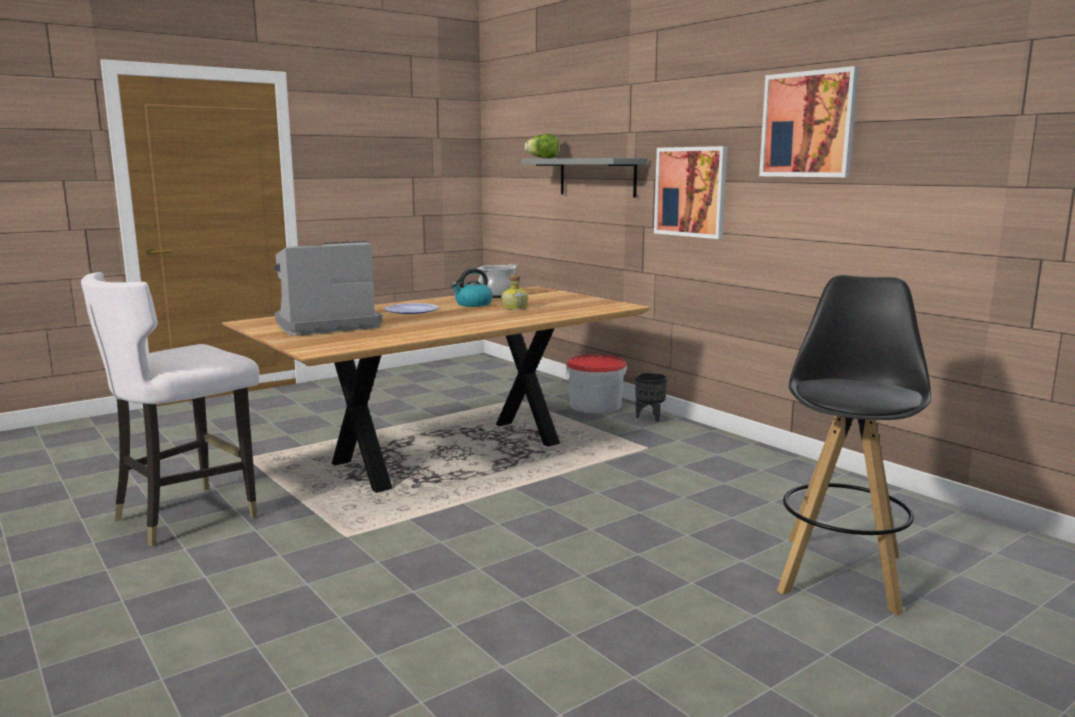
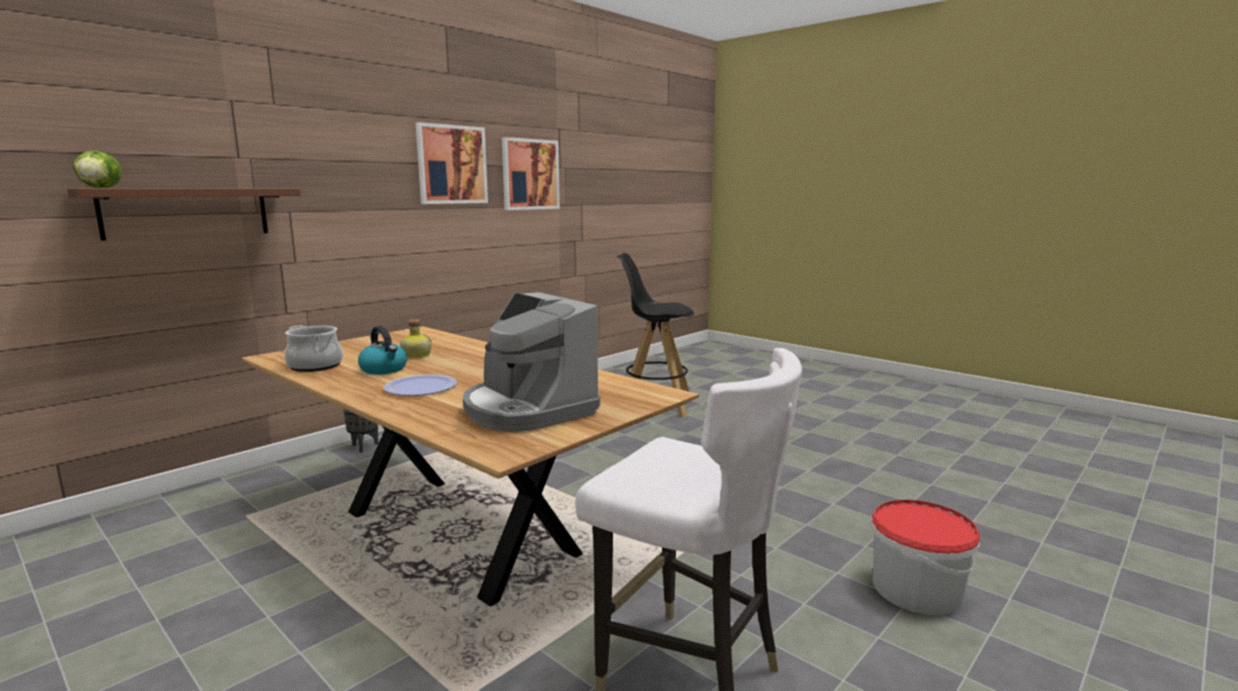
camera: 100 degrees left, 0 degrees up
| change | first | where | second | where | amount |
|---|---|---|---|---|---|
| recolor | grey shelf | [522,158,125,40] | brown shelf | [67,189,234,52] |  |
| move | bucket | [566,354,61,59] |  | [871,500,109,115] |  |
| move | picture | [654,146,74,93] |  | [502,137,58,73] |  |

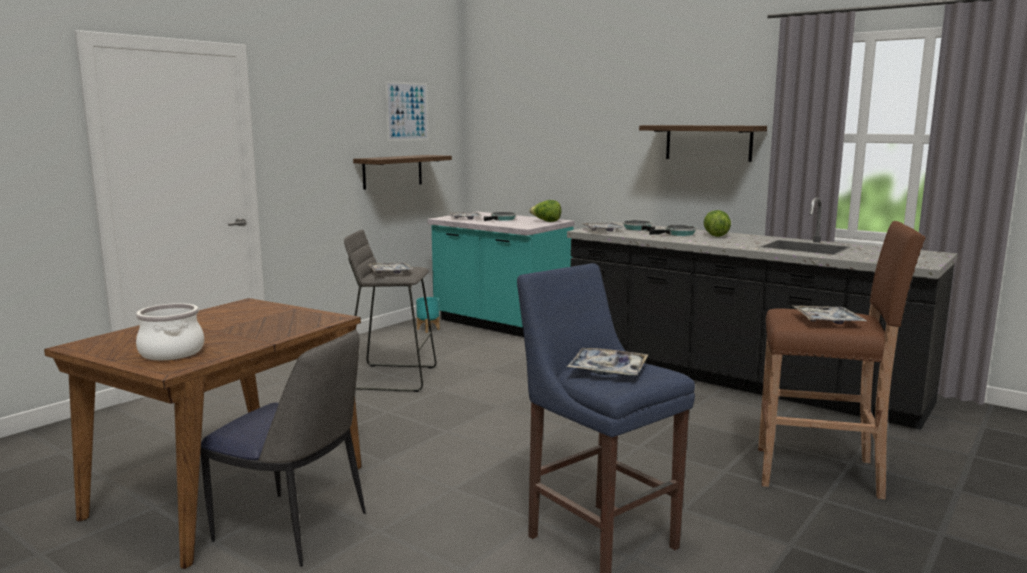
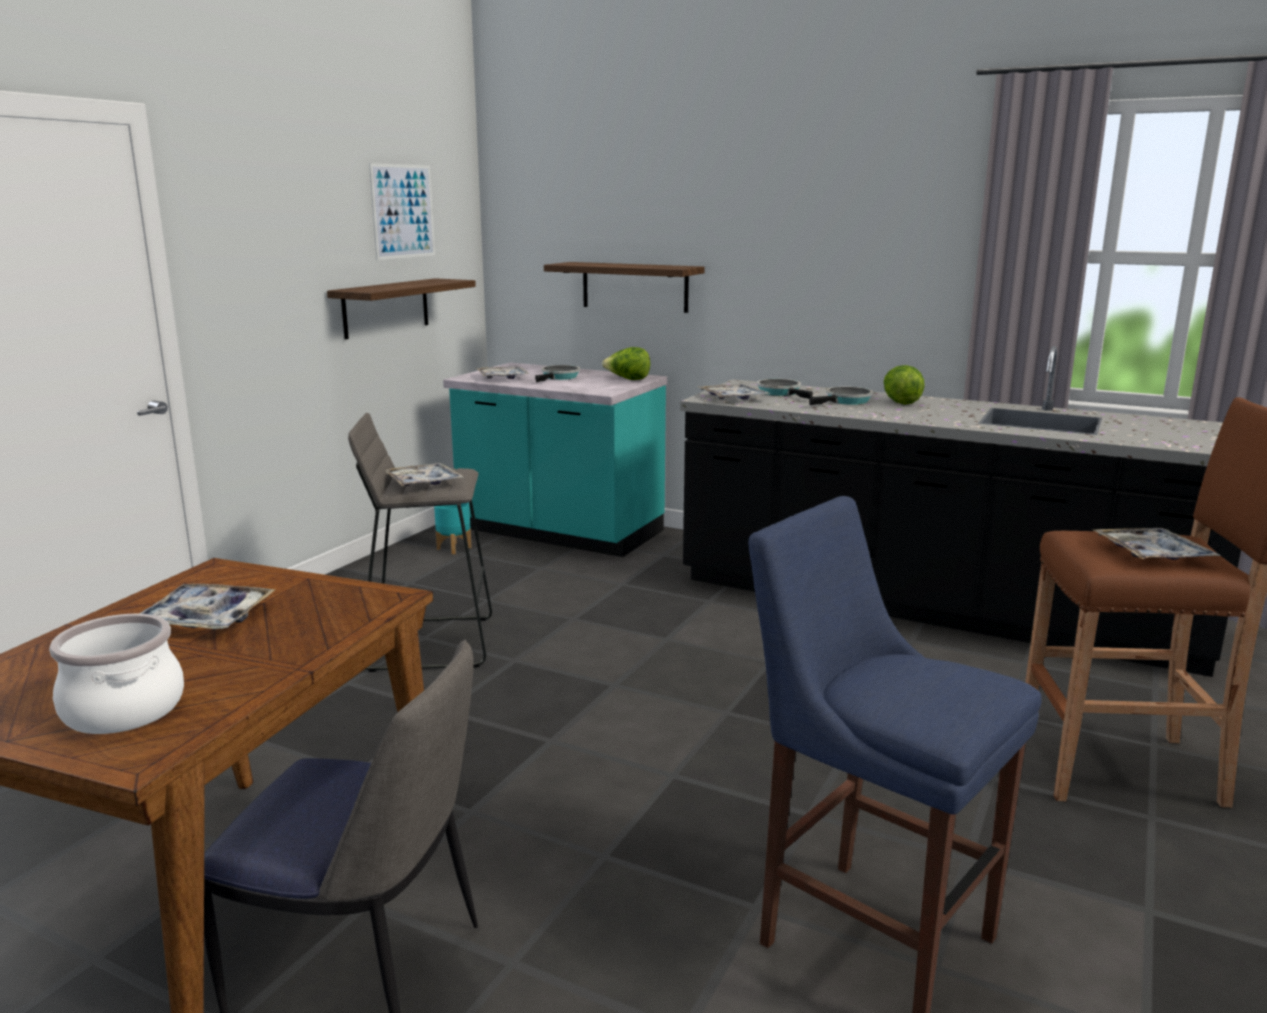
camera: 10 degrees left, 5 degrees up
| change | first | where | second | where | amount |
|---|---|---|---|---|---|
| move | tray | [567,348,82,28] |  | [139,584,137,45] |  |
| move | shelf | [639,125,128,37] |  | [544,262,161,51] |  |

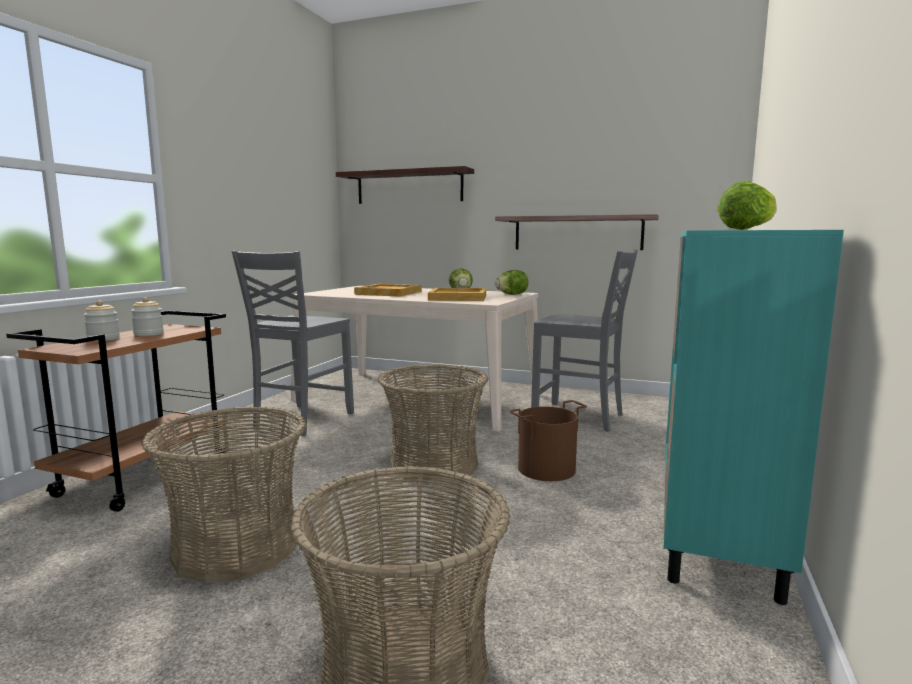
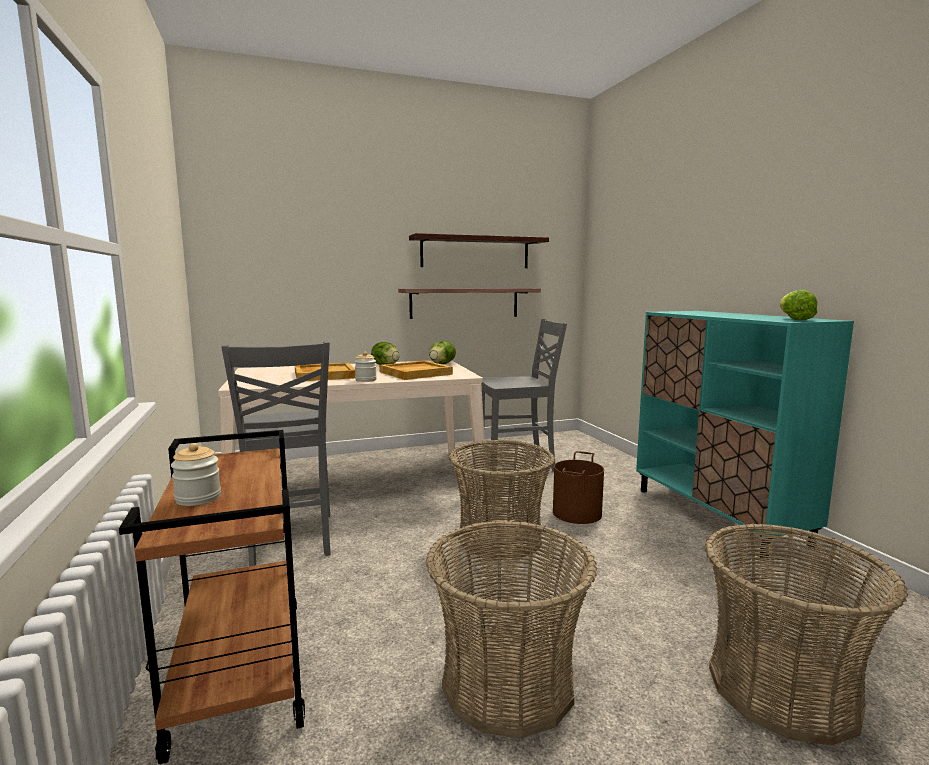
camera: 40 degrees left, 0 degrees up
| change | first | where | second | where | amount |
|---|---|---|---|---|---|
| move | jar | [131,297,33,39] |  | [354,352,23,30] |  |
| move | shelf | [336,166,138,38] |  | [409,233,140,35] |  |

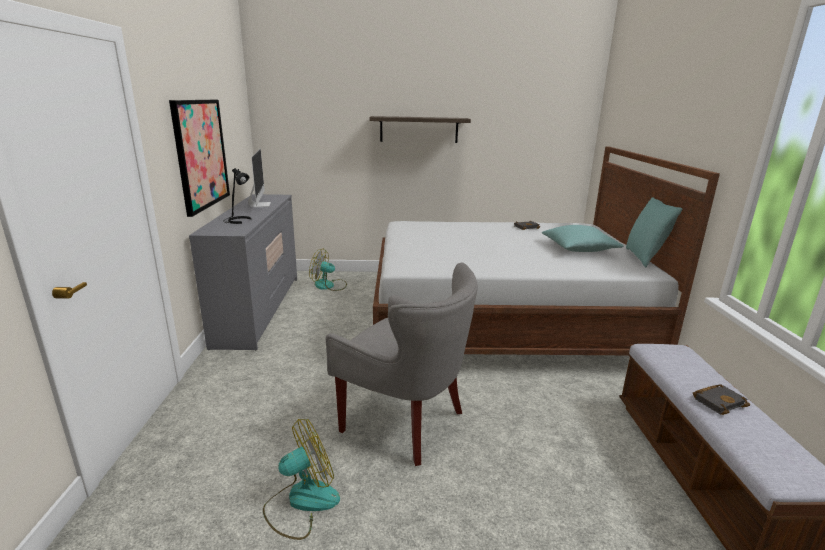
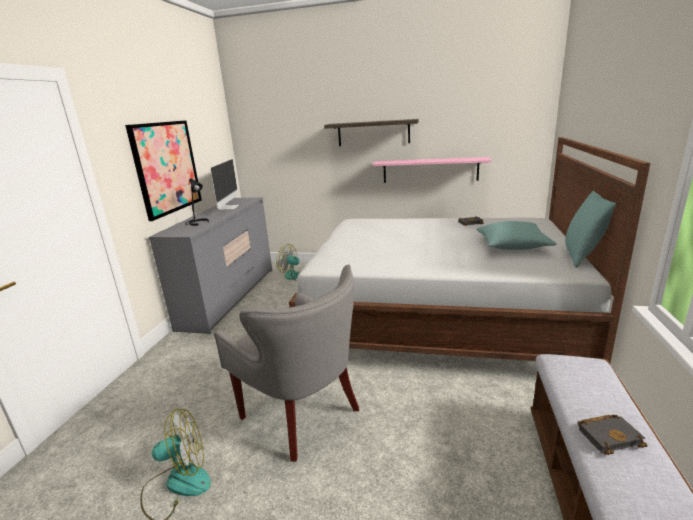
camera: 15 degrees right, 0 degrees up
| change | first | where | second | where | amount |
|---|---|---|---|---|---|
| insert |  |  | pink shelf | [372,157,119,26] |  |

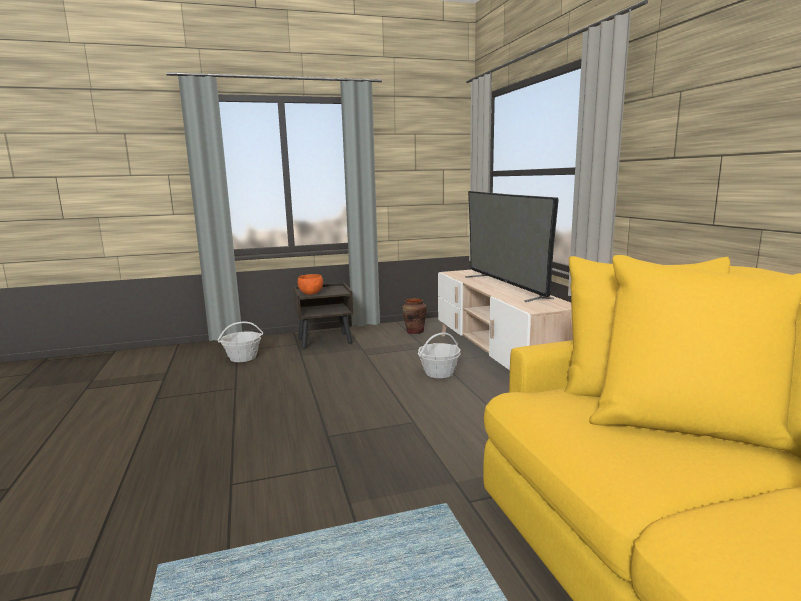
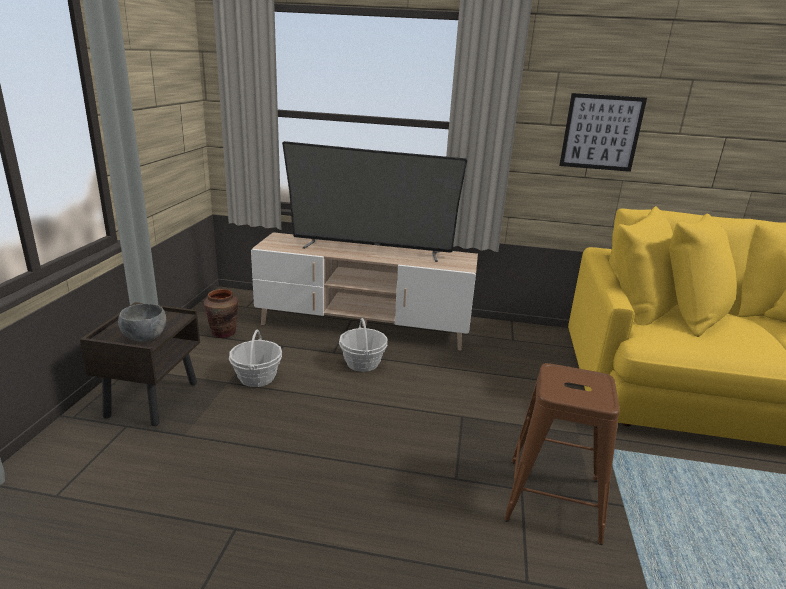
camera: 65 degrees left, 10 degrees up
| change | first | where | second | where | amount |
|---|---|---|---|---|---|
| move | basket | [218,322,45,40] |  | [229,329,53,58] |  |
| recolor | orange bowl | [298,274,25,21] | grey bowl | [118,303,48,39] |  |
| insert |  |  | brown stool | [504,363,116,182] |  |
| insert |  |  | picture | [559,93,88,79] |  |

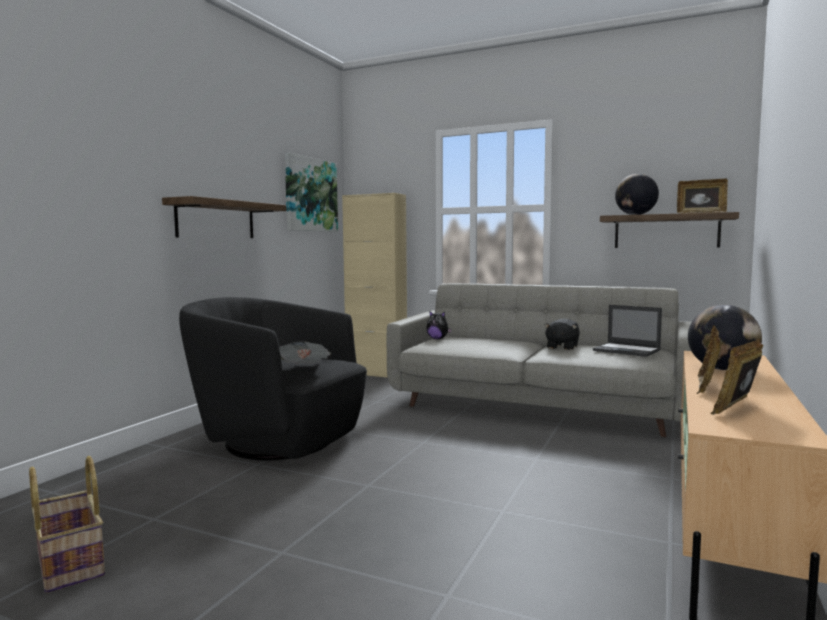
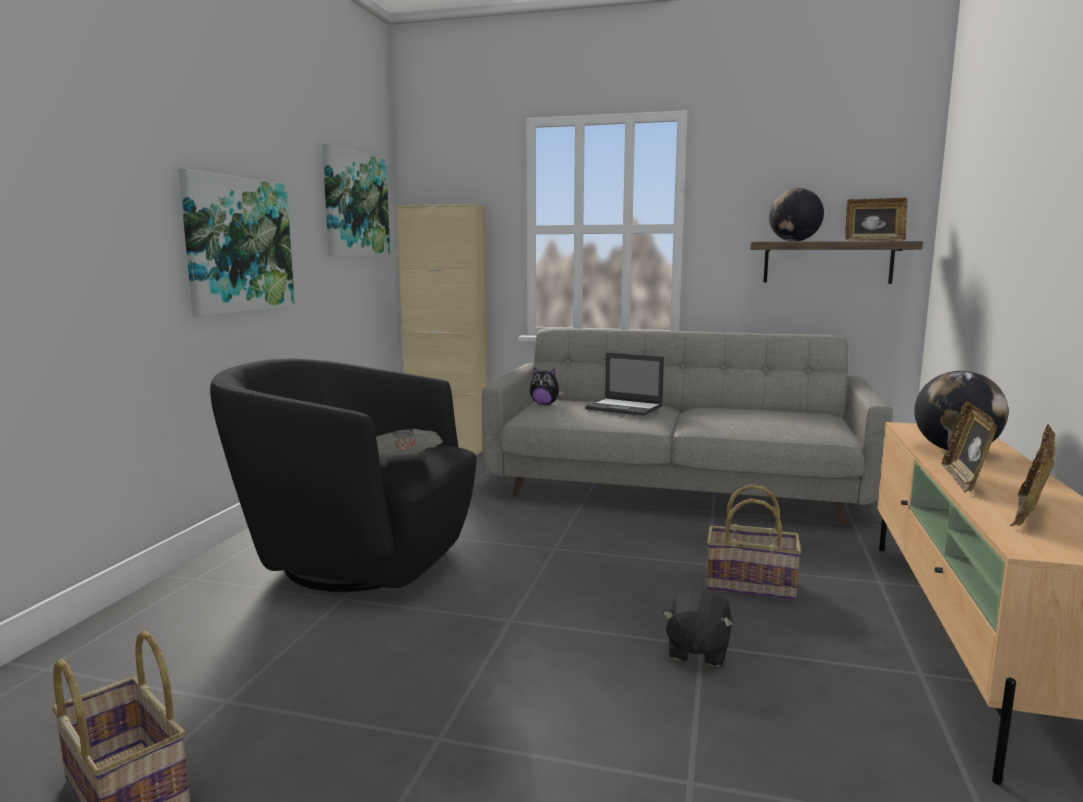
camera: 10 degrees left, 5 degrees up
| change | first | where | second | where | amount |
|---|---|---|---|---|---|
| replace | shelf | [162,196,125,42] | picture | [179,169,116,148] |  |
| move | black plush toy | [544,318,36,32] |  | [663,588,71,79] |  |
| move | laptop | [593,305,69,52] |  | [585,353,79,63] |  |
| insert |  |  | basket | [707,484,95,116] |  |

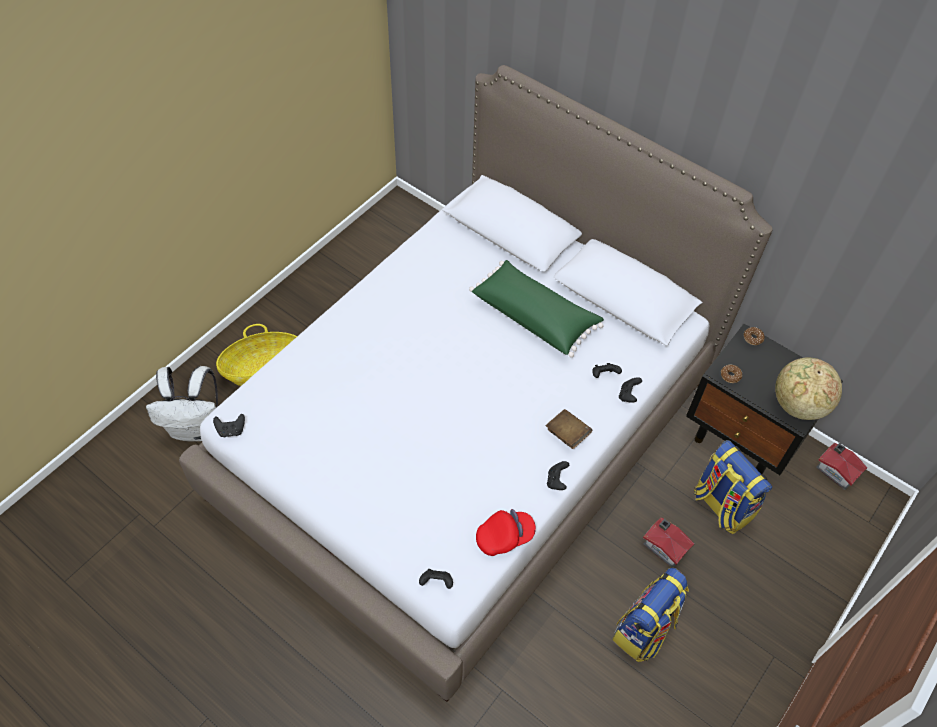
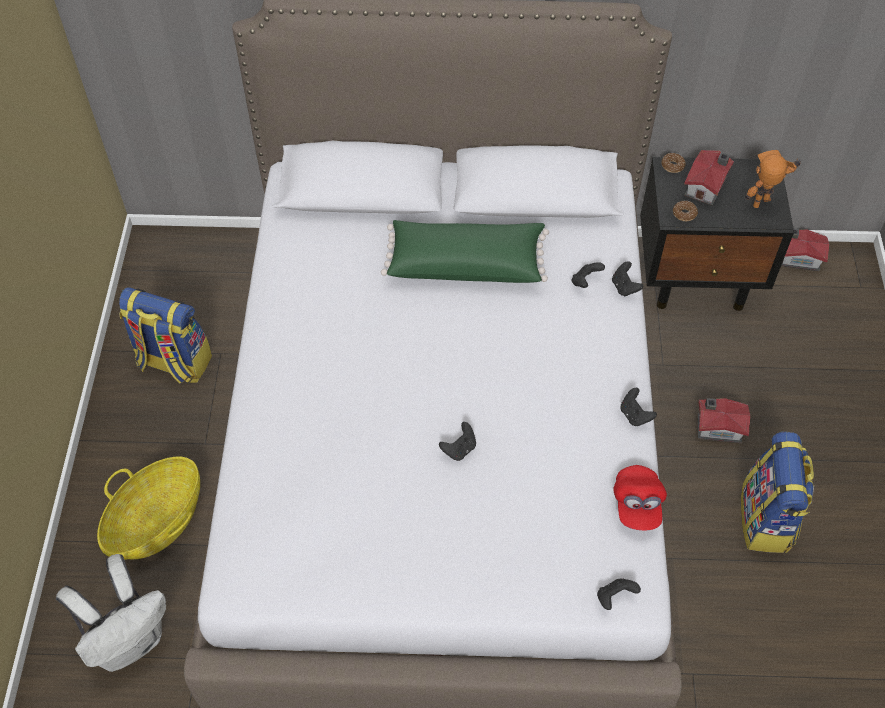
camera: 35 degrees left, 0 degrees up
| change | first | where | second | where | amount |
|---|---|---|---|---|---|
| move | black game controller | [213,414,32,23] |  | [439,422,37,39] |  |
| rotate | red cap | [476,509,60,47] |  | [613,465,54,65] | 150 degrees clockwise |
| delete | brown book | [546,409,46,40] |  |  |  |
| move | backpack | [694,440,78,94] |  | [119,287,93,97] |  |
| replace | globe | [775,358,67,62] | toy robot | [745,150,57,58] |  |
| insert |  |  | toy house | [684,150,50,56] |  |

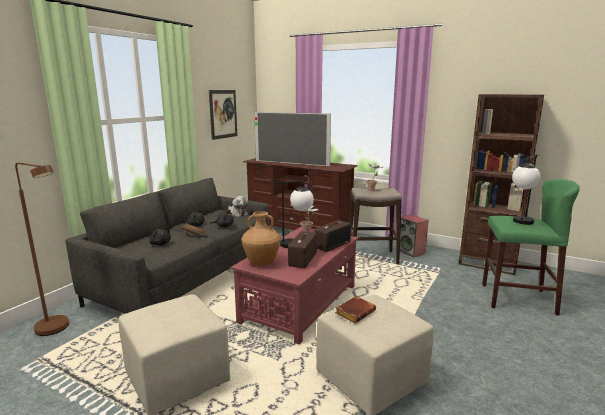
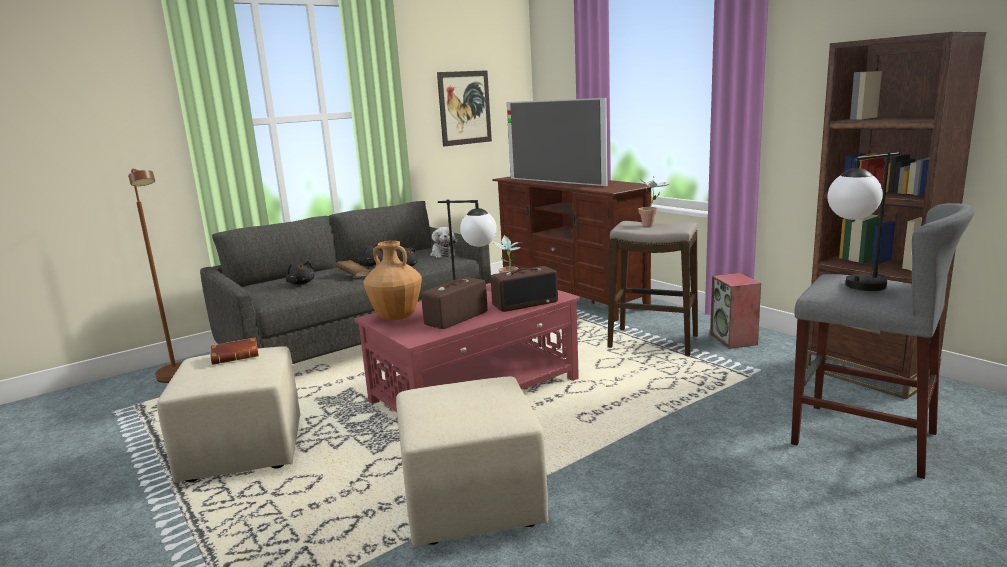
camera: 25 degrees right, 0 degrees up
| change | first | where | second | where | amount |
|---|---|---|---|---|---|
| move | brown book | [335,296,41,27] |  | [210,338,49,27] |  |
| recolor | green stool | [482,179,98,137] | grey stool | [791,203,183,276] |  |

